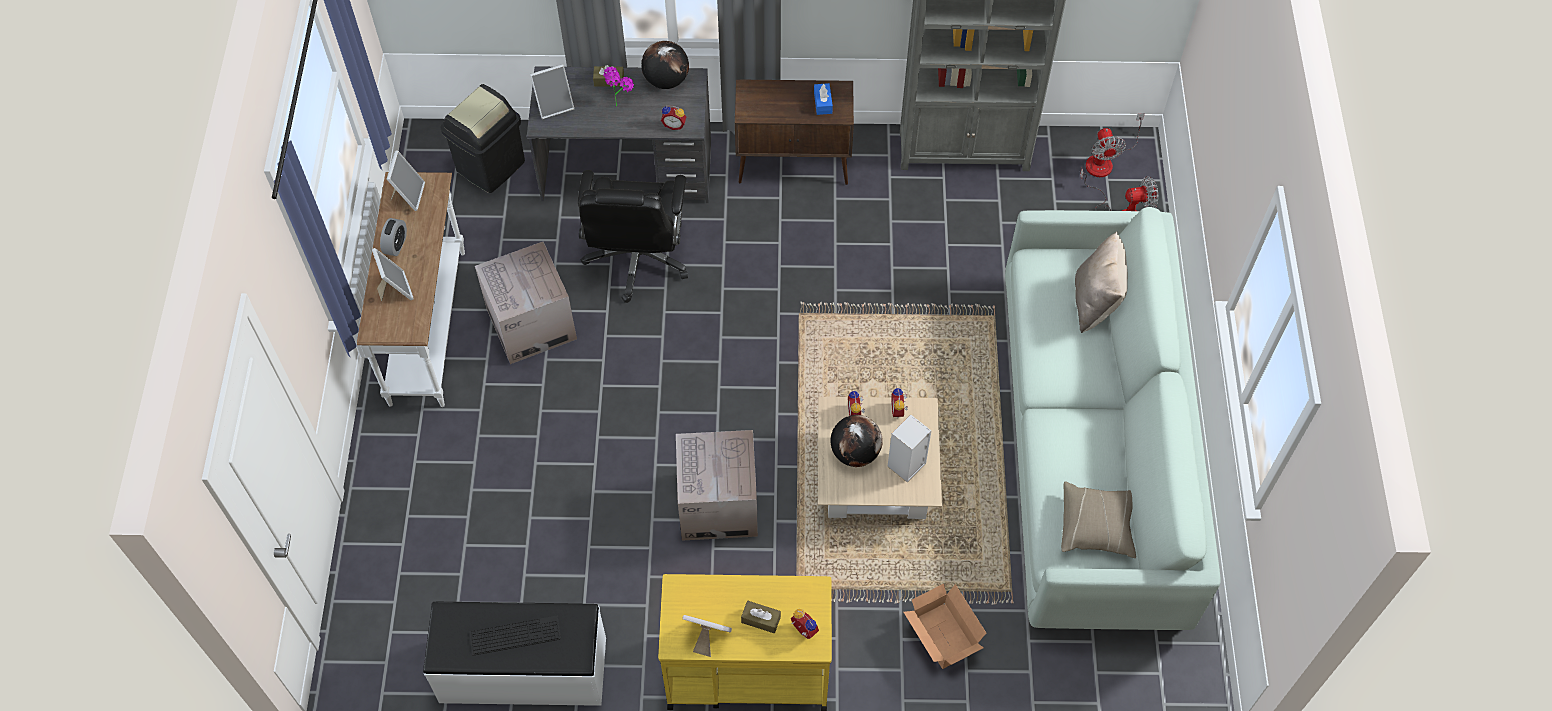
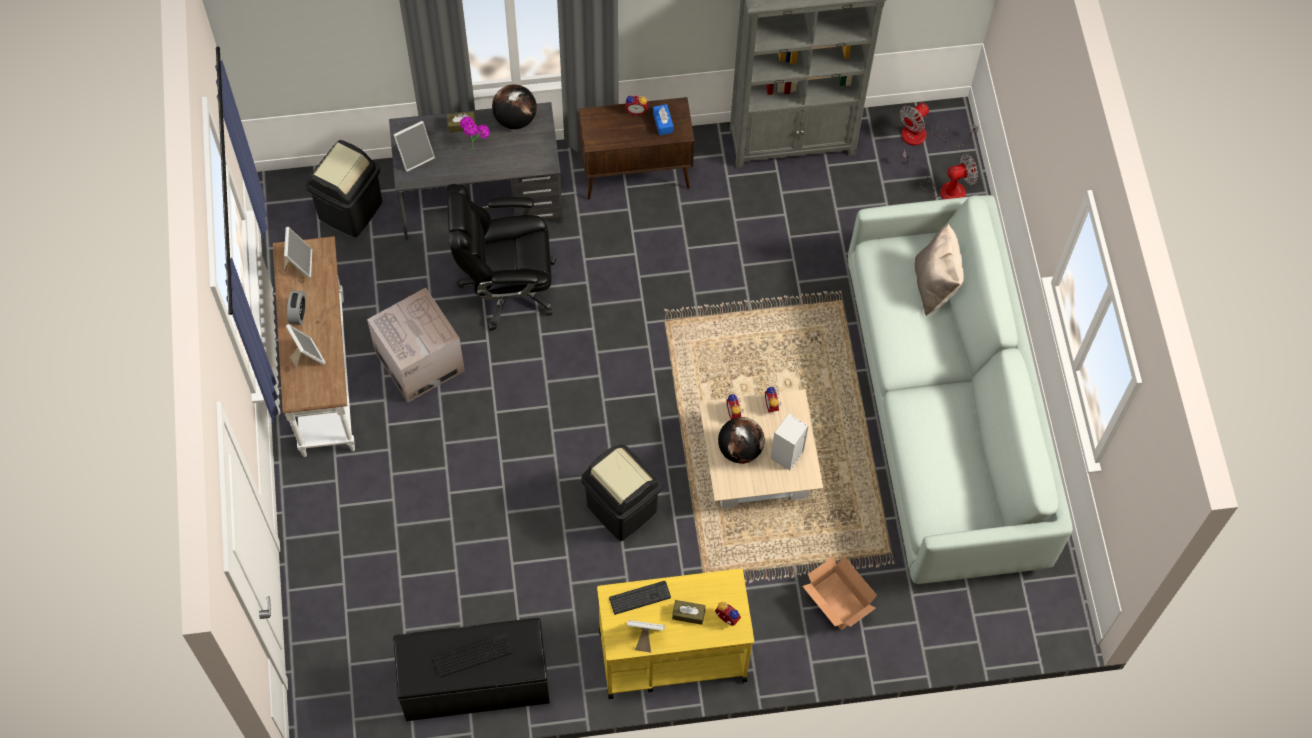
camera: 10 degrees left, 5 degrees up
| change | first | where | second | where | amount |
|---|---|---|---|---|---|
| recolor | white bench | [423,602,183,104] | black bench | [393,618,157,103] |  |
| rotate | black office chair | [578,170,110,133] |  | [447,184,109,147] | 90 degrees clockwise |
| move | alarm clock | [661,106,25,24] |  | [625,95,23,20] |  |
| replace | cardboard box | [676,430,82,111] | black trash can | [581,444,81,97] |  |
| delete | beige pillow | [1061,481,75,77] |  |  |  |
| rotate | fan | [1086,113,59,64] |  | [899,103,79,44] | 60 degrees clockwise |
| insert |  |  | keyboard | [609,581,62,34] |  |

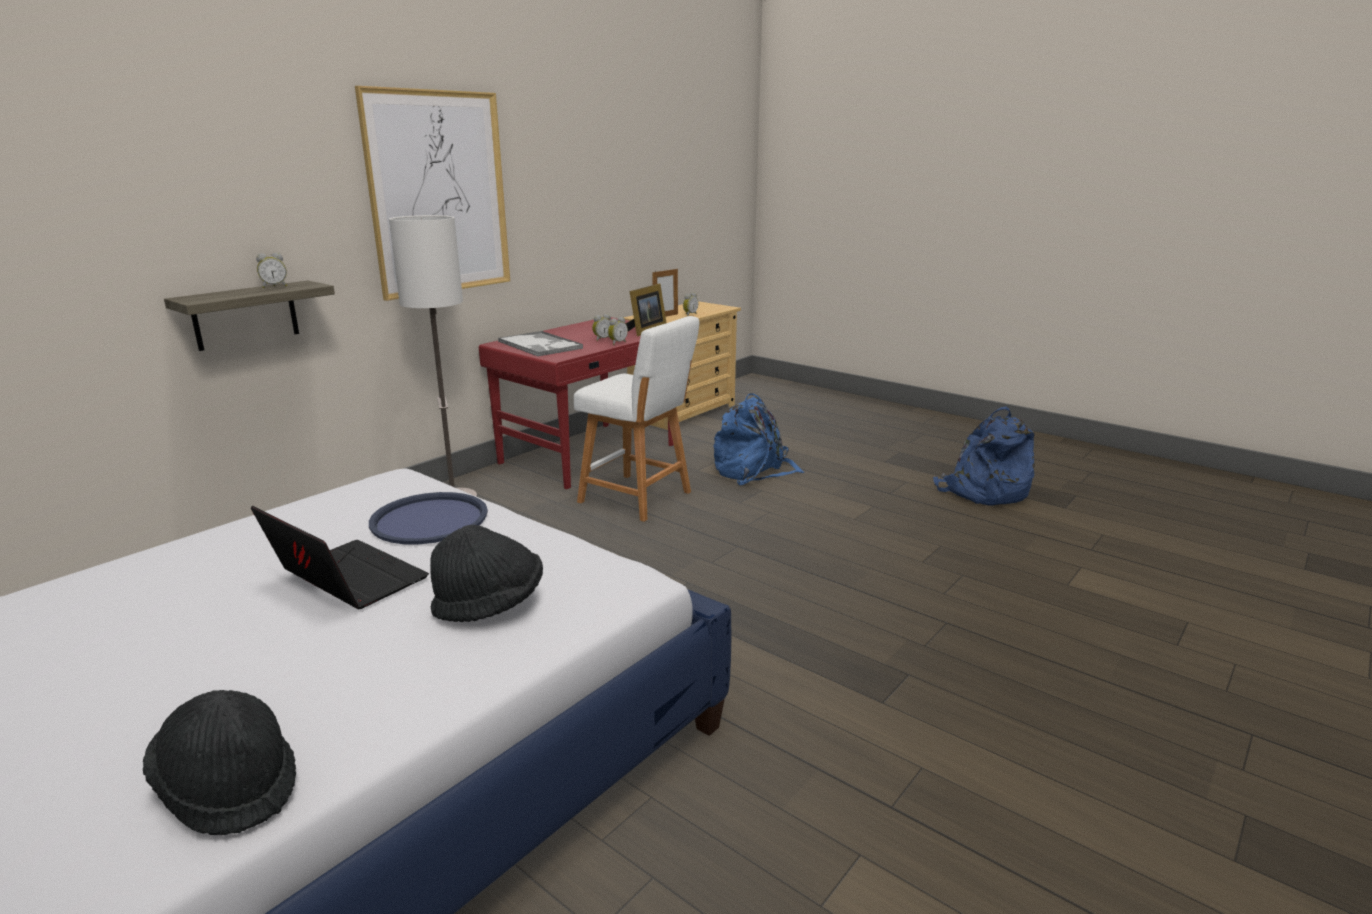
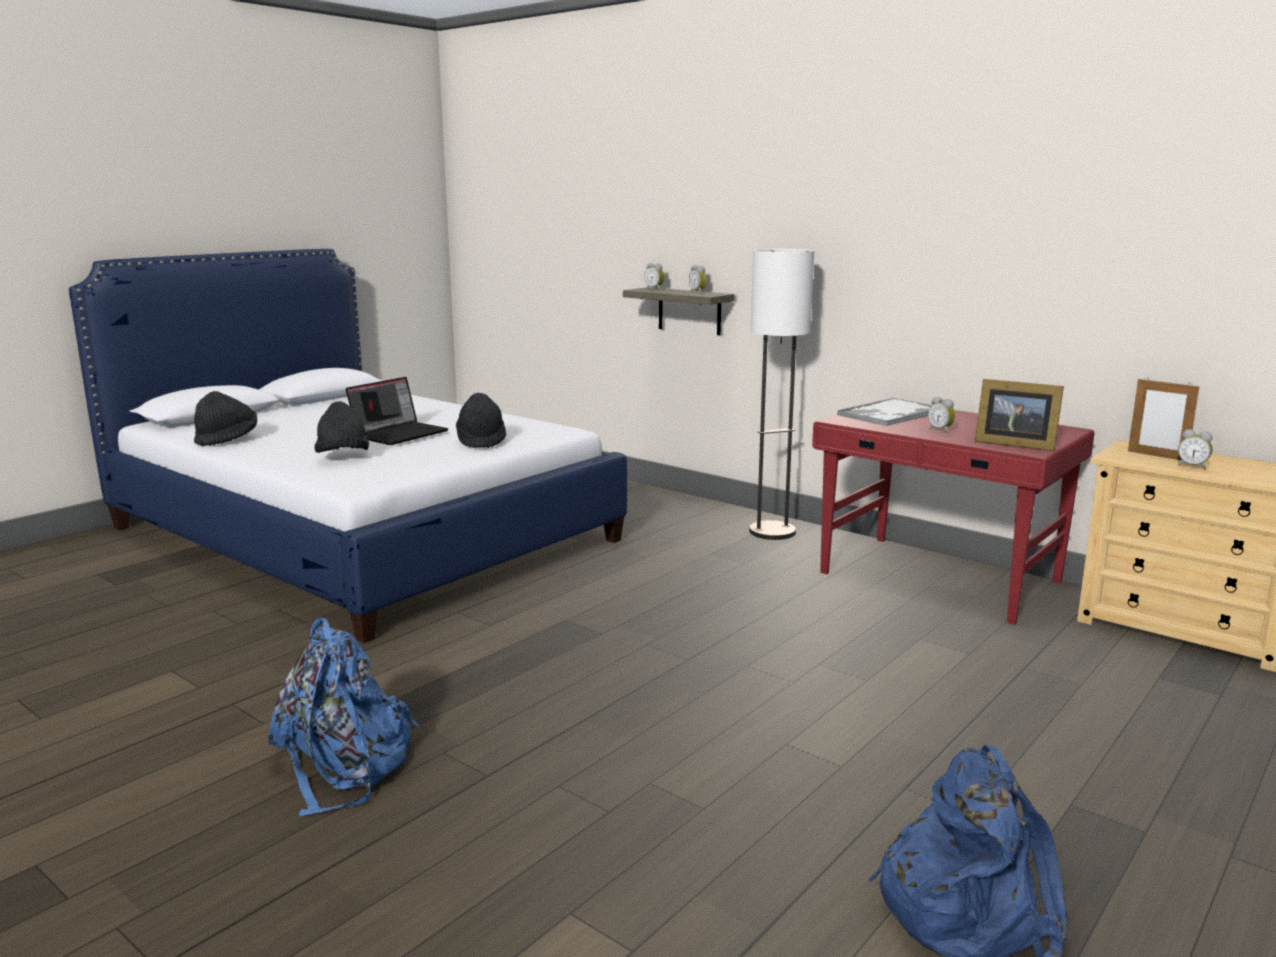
camera: 90 degrees right, 5 degrees down
| change | first | where | second | where | amount |
|---|---|---|---|---|---|
| delete | picture | [355,86,155,215] |  |  |  |
| replace | blue tray | [369,492,119,52] | black hat | [456,393,50,55] |  |
| delete | white stool | [574,316,125,206] |  |  |  |
| move | alarm clock | [608,317,20,28] |  | [644,263,20,27] |  |
| move | blue backpack | [713,393,91,92] |  | [268,618,151,198] |  |

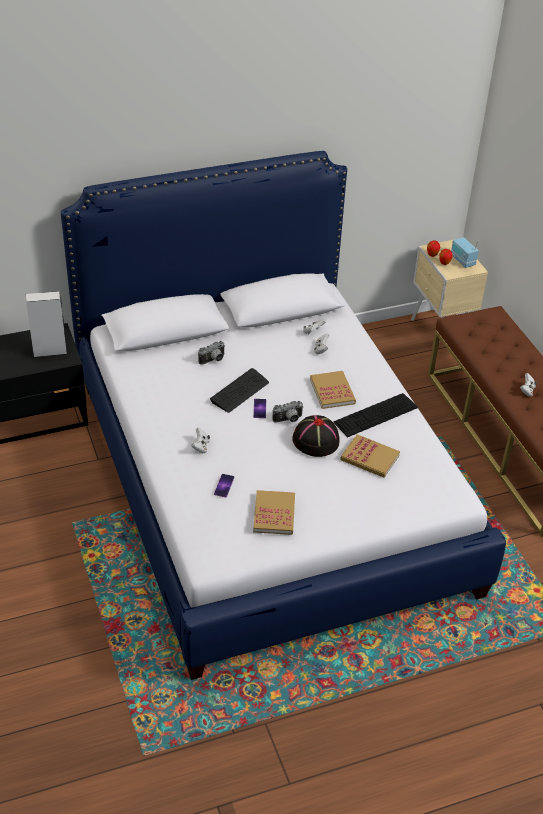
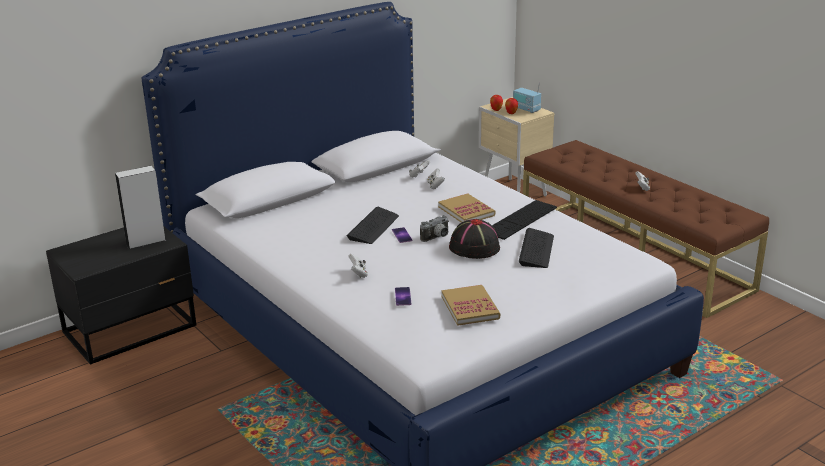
camera: 15 degrees left, 15 degrees down
| change | first | where | second | where | amount |
|---|---|---|---|---|---|
| delete | photo camera | [198,341,27,24] |  |  |  |
| replace | book | [340,434,60,44] | keyboard | [519,228,35,40] |  |

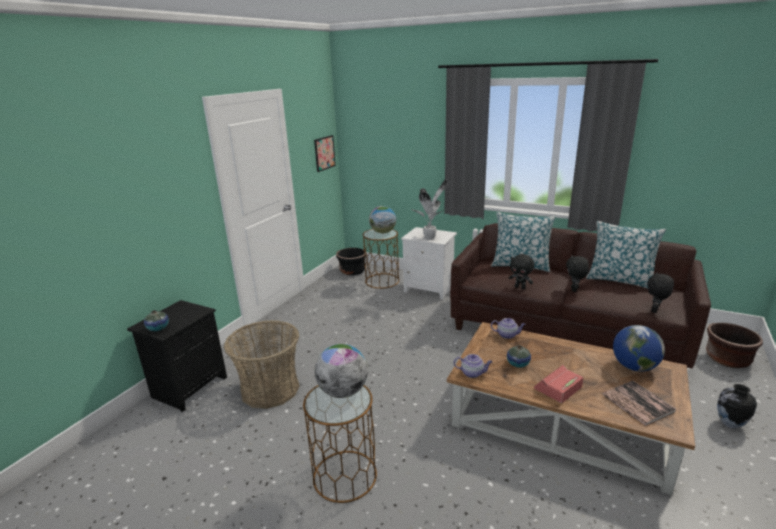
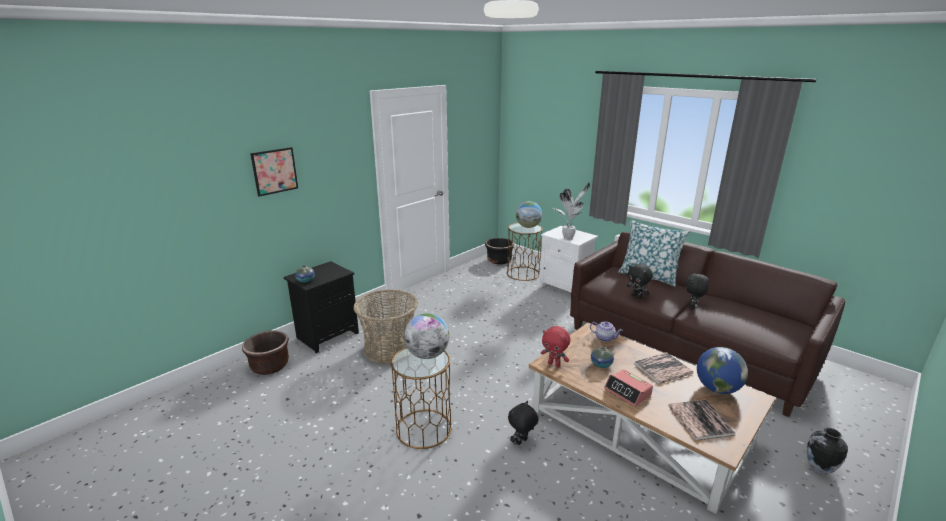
camera: 15 degrees right, 0 degrees up
| change | first | where | second | where | amount |
|---|---|---|---|---|---|
| move | picture | [314,135,22,37] |  | [250,147,48,50] |  |
| replace | teapot | [454,354,38,24] | red plush toy | [541,326,29,41] |  |
| rotate | alarm clock | [534,365,49,38] |  | [604,369,49,38] | 105 degrees counterclockwise |
| delete | pillow | [586,221,80,68] |  |  |  |
| move | black plush toy | [647,272,27,41] |  | [508,401,31,44] |  |
| move | brown planter | [706,323,57,45] |  | [242,330,47,45] |  |
| insert |  |  | book | [634,352,59,32] |  |

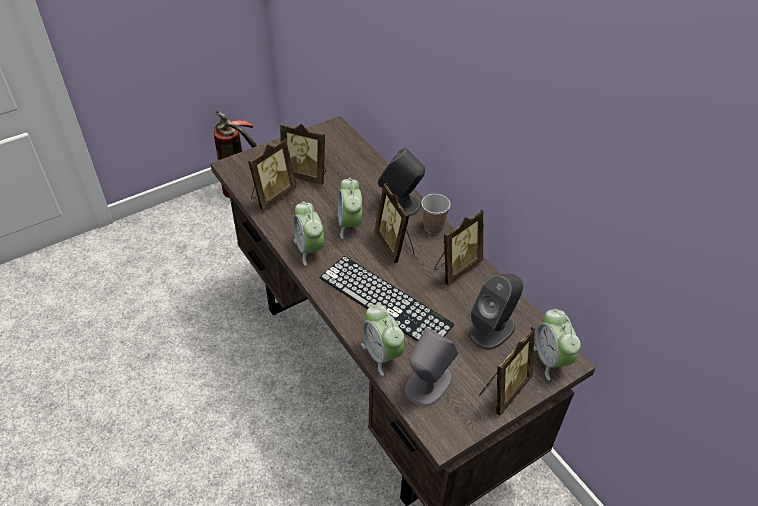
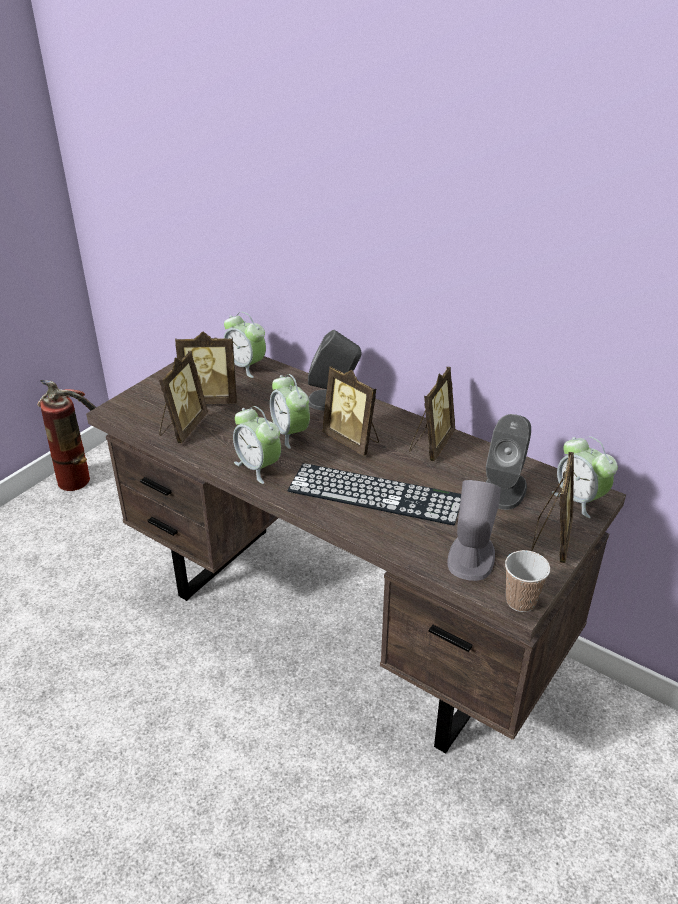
camera: 20 degrees left, 10 degrees down
| change | first | where | second | where | amount |
|---|---|---|---|---|---|
| move | alarm clock | [361,305,43,71] |  | [224,312,42,66] |  |
| move | cup | [421,194,30,40] |  | [505,550,45,62] |  |

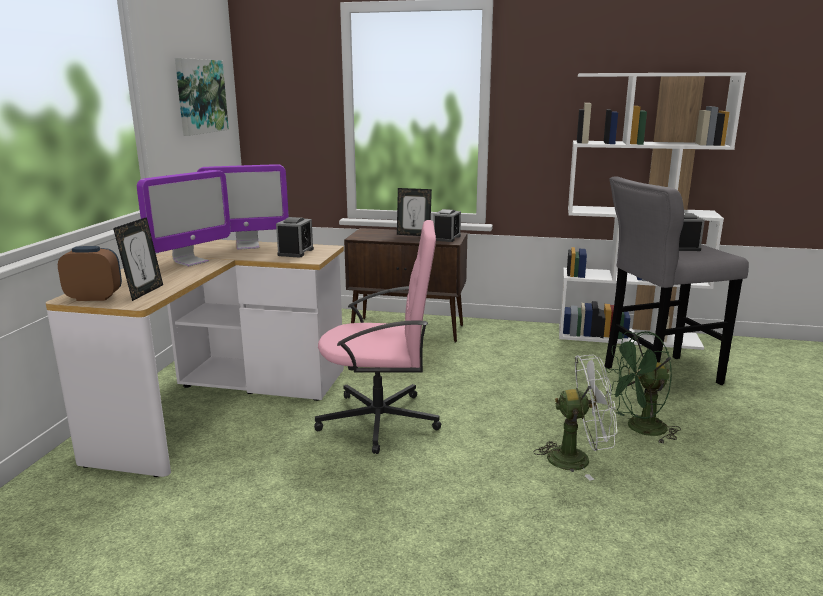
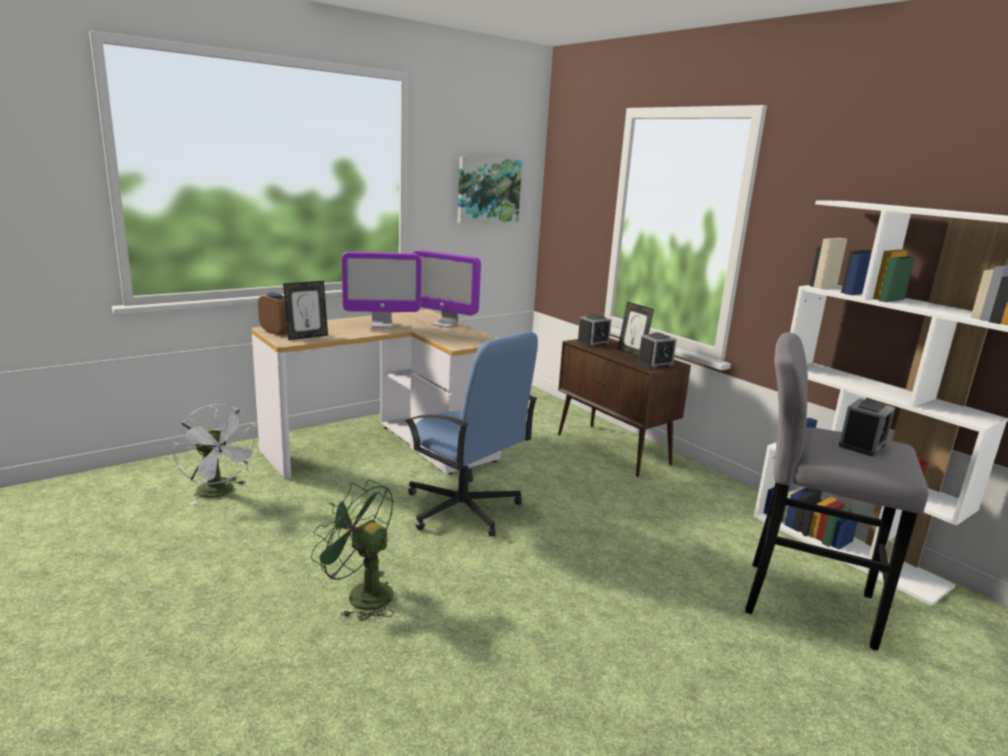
camera: 40 degrees right, 0 degrees up
| change | first | where | second | where | amount |
|---|---|---|---|---|---|
| move | alarm clock | [276,217,38,40] |  | [576,314,36,33] |  |
| recolor | pink office chair | [314,220,127,234] | blue office chair | [405,331,133,206] |  |
| move | white fan | [533,355,84,126] |  | [173,404,86,101] |  |
| move | green fan | [606,331,75,113] |  | [311,480,83,141] |  |

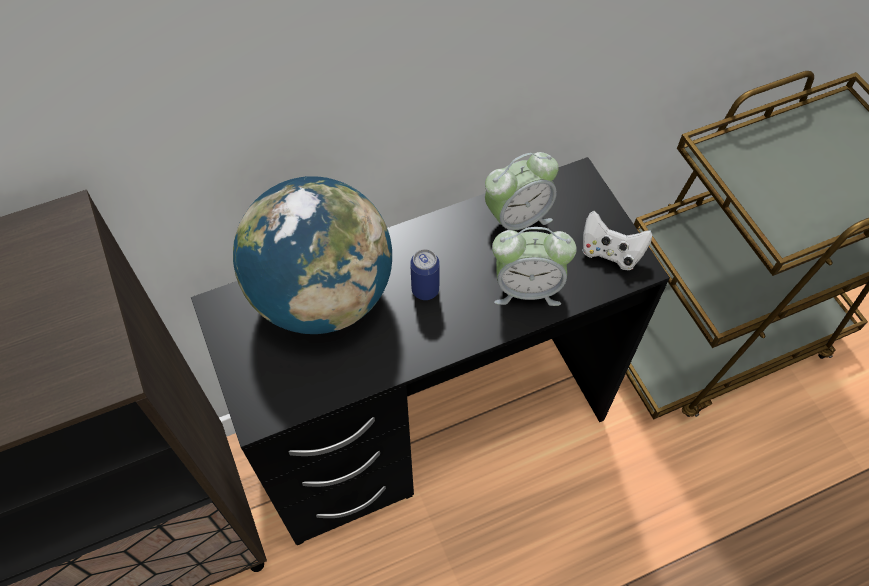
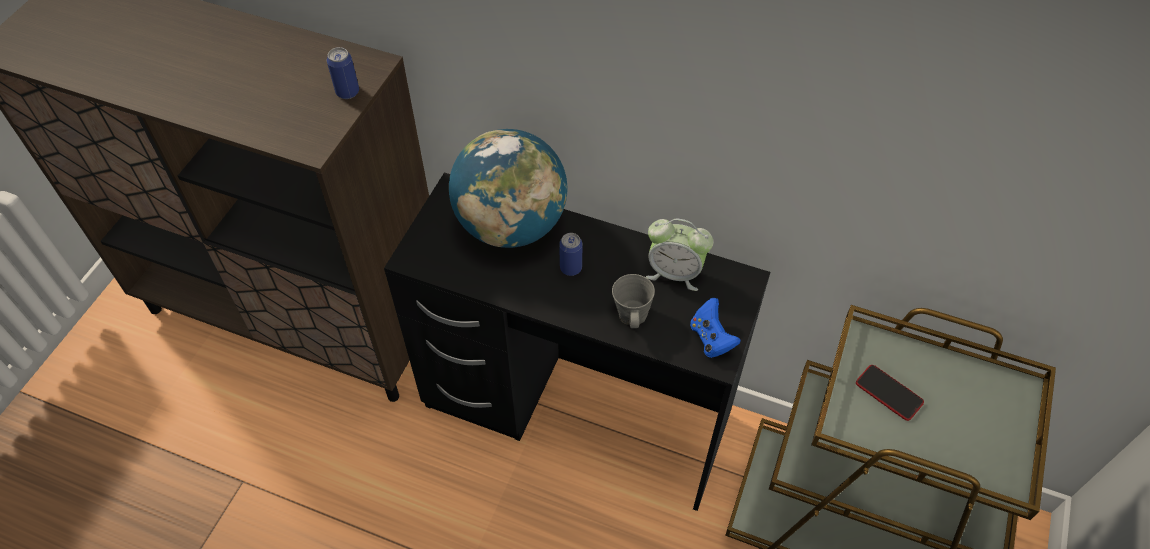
camera: 45 degrees right, 5 degrees down
| change | first | where | second | where | amount |
|---|---|---|---|---|---|
| replace | alarm clock | [492,227,85,79] | grey mug | [612,274,43,54] |  |
| recolor | white game controller | [582,211,71,59] | blue game controller | [690,298,51,60] |  |
| insert |  |  | can | [327,47,32,52] |  |
| insert |  |  | phone | [856,365,68,56] |  |

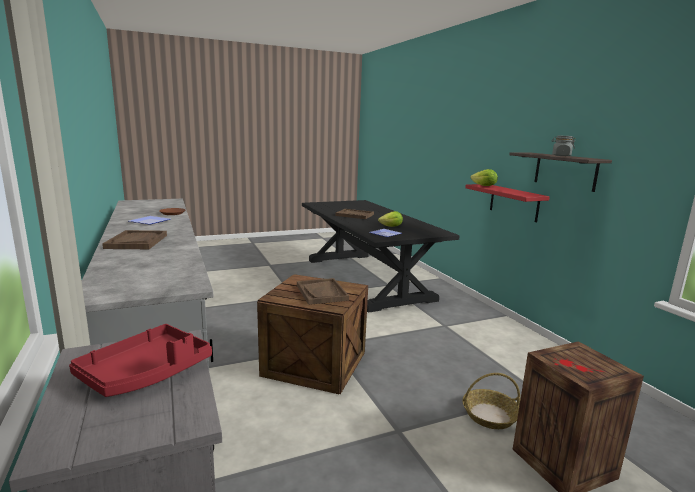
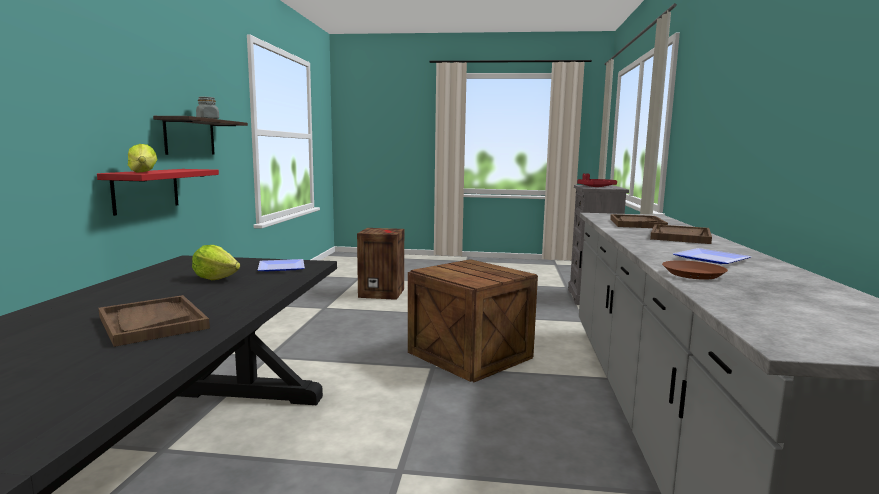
camera: 150 degrees left, 5 degrees down
| change | first | where | second | where | amount |
|---|---|---|---|---|---|
| move | brown tray | [297,278,52,27] |  | [610,214,58,14] |  |
| delete | basket | [462,373,58,56] |  |  |  |

